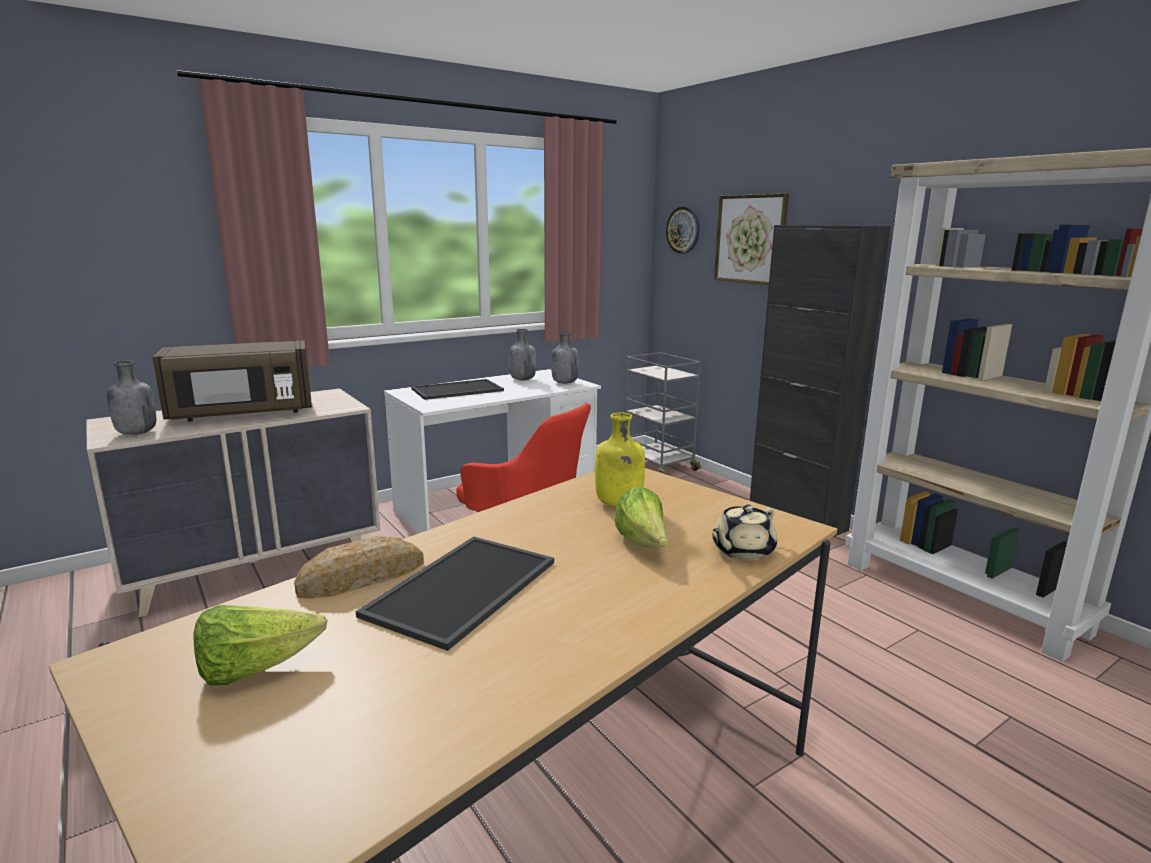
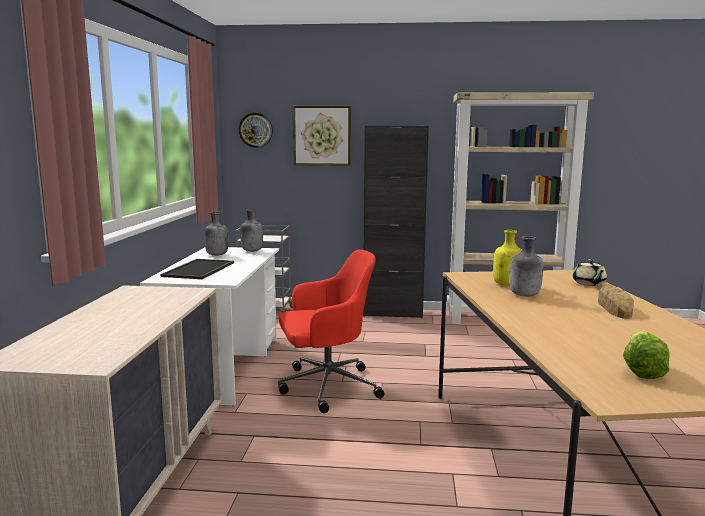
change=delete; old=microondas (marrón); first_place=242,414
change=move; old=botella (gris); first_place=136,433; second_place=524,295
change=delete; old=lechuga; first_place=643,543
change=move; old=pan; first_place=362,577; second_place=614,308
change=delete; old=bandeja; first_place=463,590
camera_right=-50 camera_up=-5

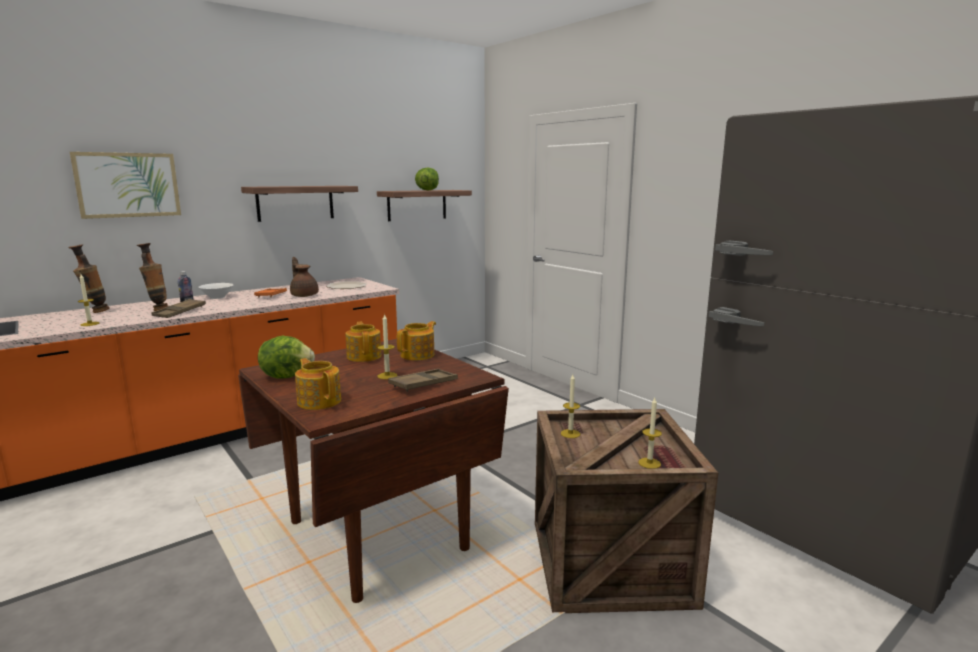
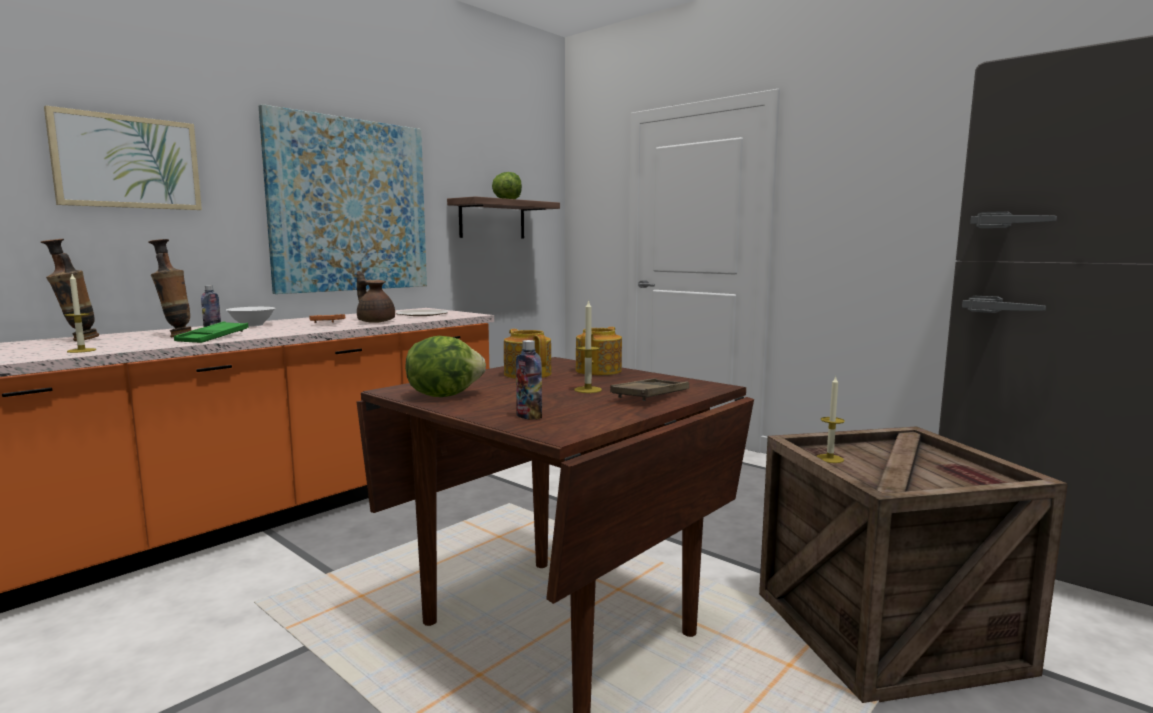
change=replace; old=estante; new=cuadro; first_place=295,203; second_place=350,205
change=recolor; old=bandeja (marrón); new=bandeja (verde); first_place=180,312; second_place=213,338
change=replace; old=tetera; new=botella; first_place=319,401; second_place=529,416
change=delete; old=vela; first_place=649,463
camera_right=-10 camera_up=-5

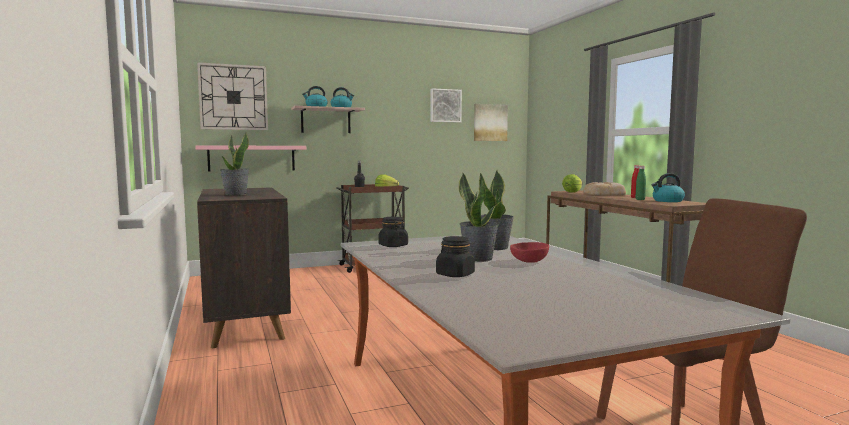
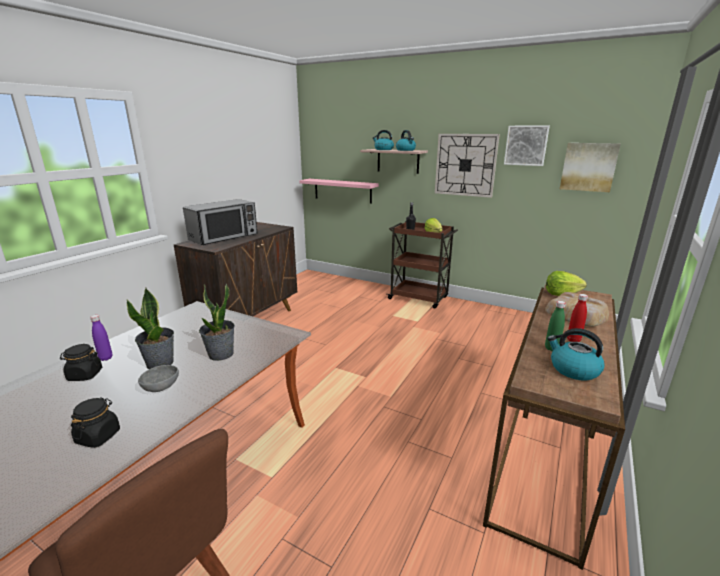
change=move; old=reloj de pared; first_place=233,97; second_place=465,165
change=replace; old=planta en maceta; new=microondas; first_place=235,194; second_place=224,237
change=move; old=tarro (negro); first_place=393,245; second_place=98,436
change=recolor; old=cuenco (rojo); new=cuenco (gris); first_place=528,261; second_place=160,387
change=insert; new=botella (morado); second_place=106,358
camera_right=50 camera_up=15

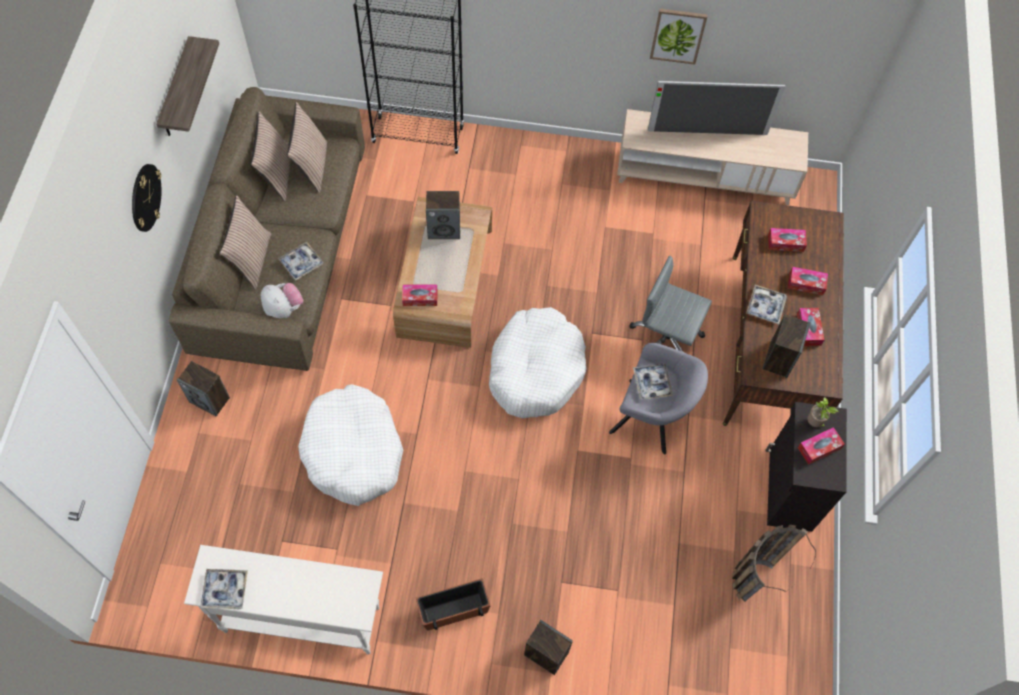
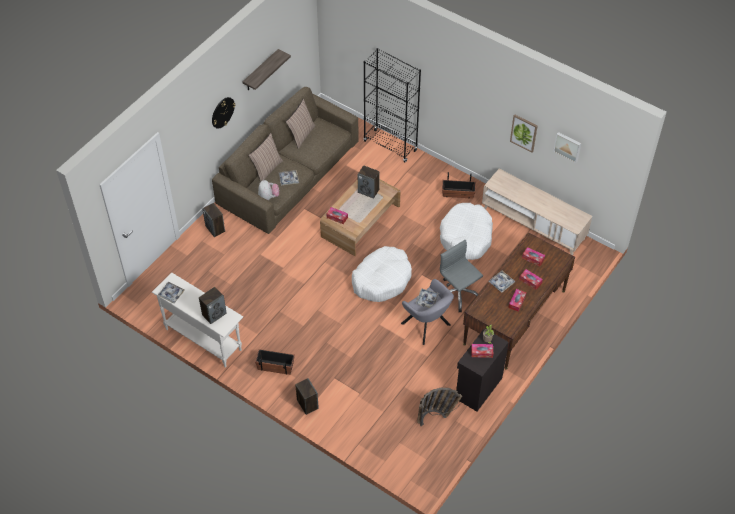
change=delete; old=televisor; first_place=707,132
change=delete; old=cojín; first_place=312,166
change=move; old=altavoz; first_place=778,358; second_place=214,314
change=move; old=cama para perro (blanco); first_place=353,451; second_place=466,237
change=insert; new=cuadro; second_place=567,146
change=insert; new=maceta; second_place=458,193
camera_right=30 camera_up=-10

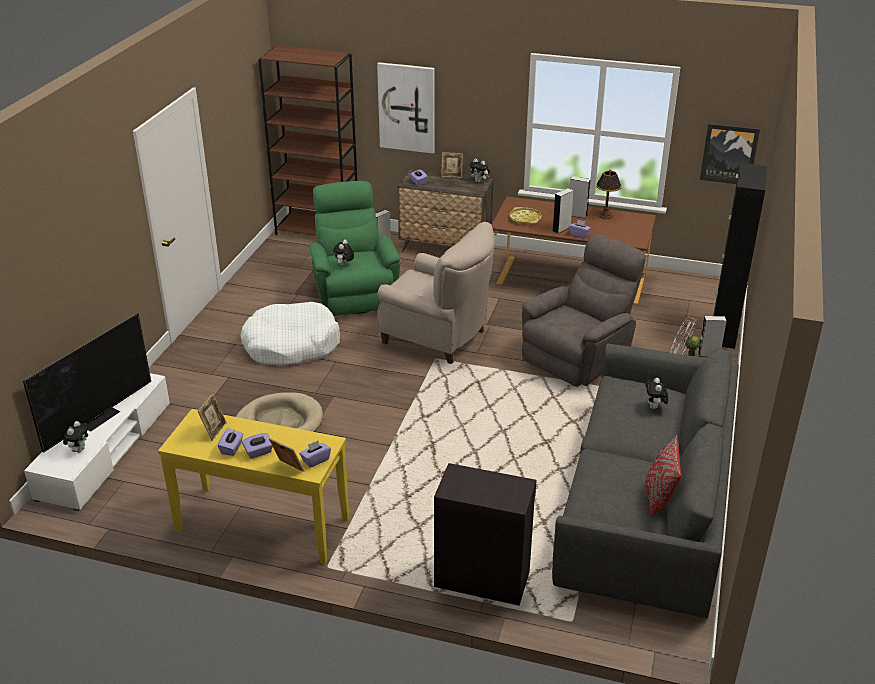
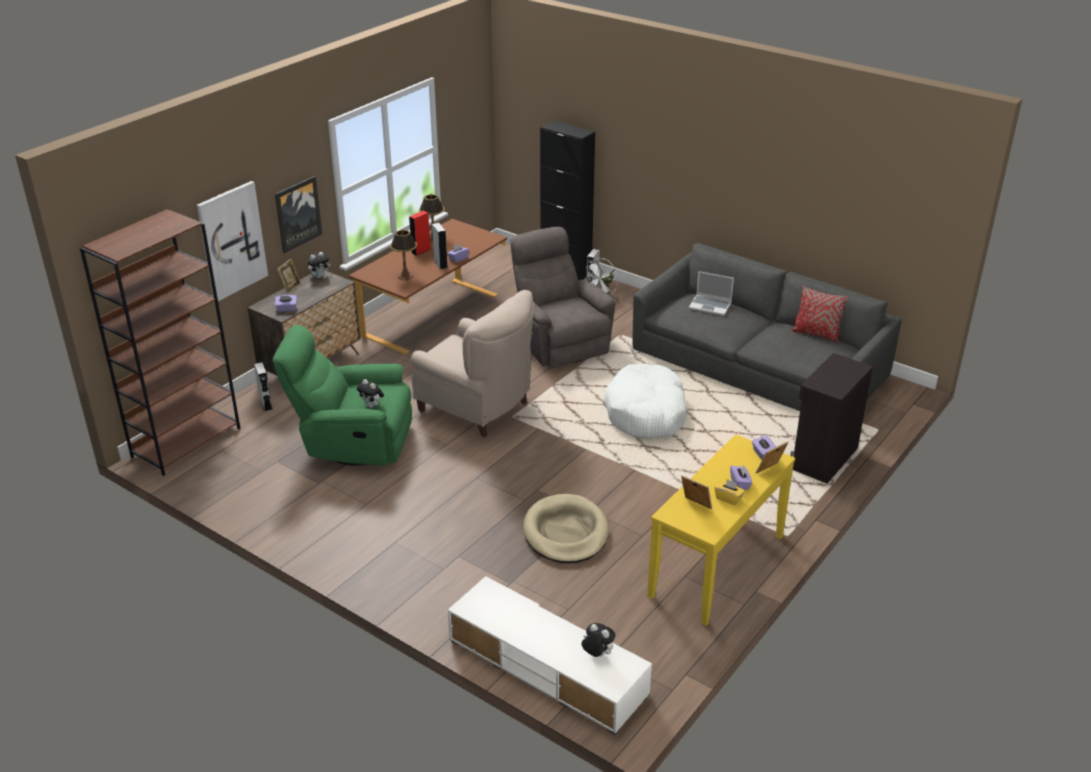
change=move; old=cuadro; first_place=729,154; second_place=297,214
change=recolor; old=altavoz (gris); new=altavoz (rojo); first_place=577,215; second_place=421,251
change=replace; old=bandeja (amarillo); new=lámpara de mesa; first_place=525,219; second_place=405,276
change=rotate; old=sillón (beis); first_place=438,338; second_place=477,408; degrees=75
change=move; old=cama para perro (blanco); first_place=291,345; second_place=646,413
change=delete; old=televisor; first_place=99,417
change=replace; old=peluche; new=portátil; first_place=654,407; second_place=710,306
change=recolor; old=caja de pañuelos (morado); new=caja de pañuelos (amarillo); first_place=232,448; second_place=728,498
camera_right=-70 camera_up=0

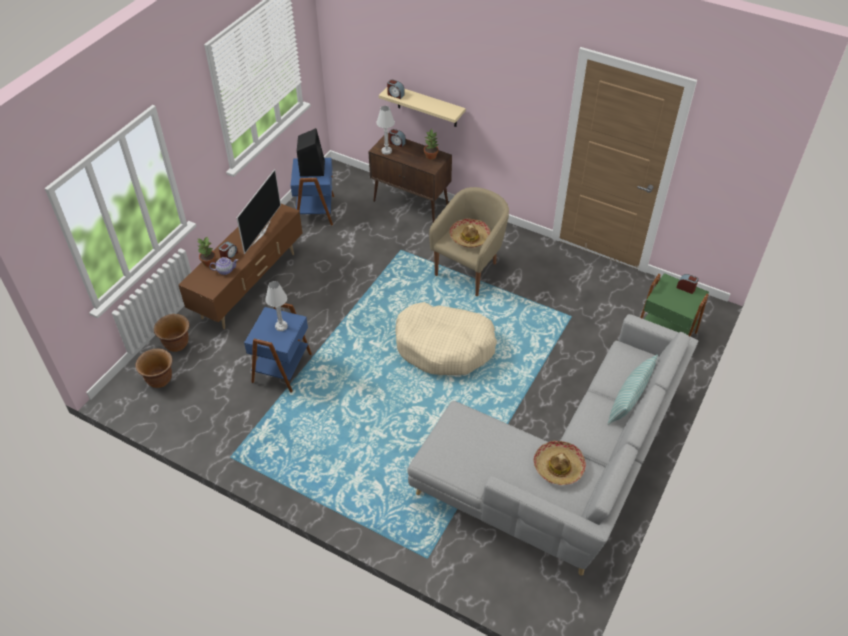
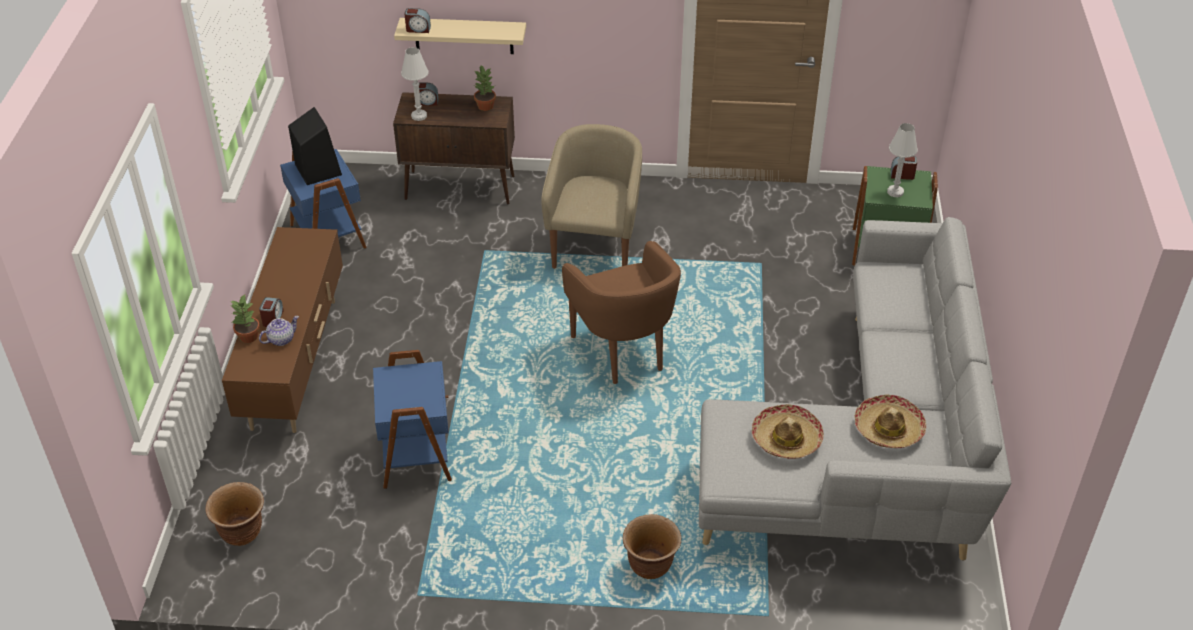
change=delete; old=televisor; first_place=260,233
change=move; old=sombrero; first_place=469,237; second_place=786,439
change=move; old=lámpara de mesa (blanco); first_place=281,326; second_place=895,192
change=replace; old=cama para perro (beis); new=sillón (marrón); first_place=444,346; second_place=623,352
change=move; old=maceta (marrón); first_place=177,344; second_place=650,566
change=delete; old=cojín; first_place=629,400
camera_right=-25 camera_up=-5

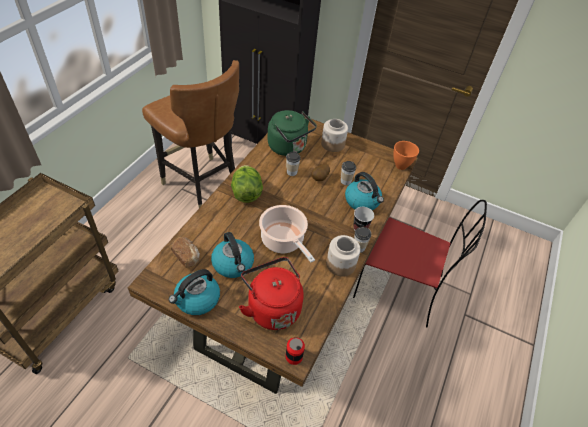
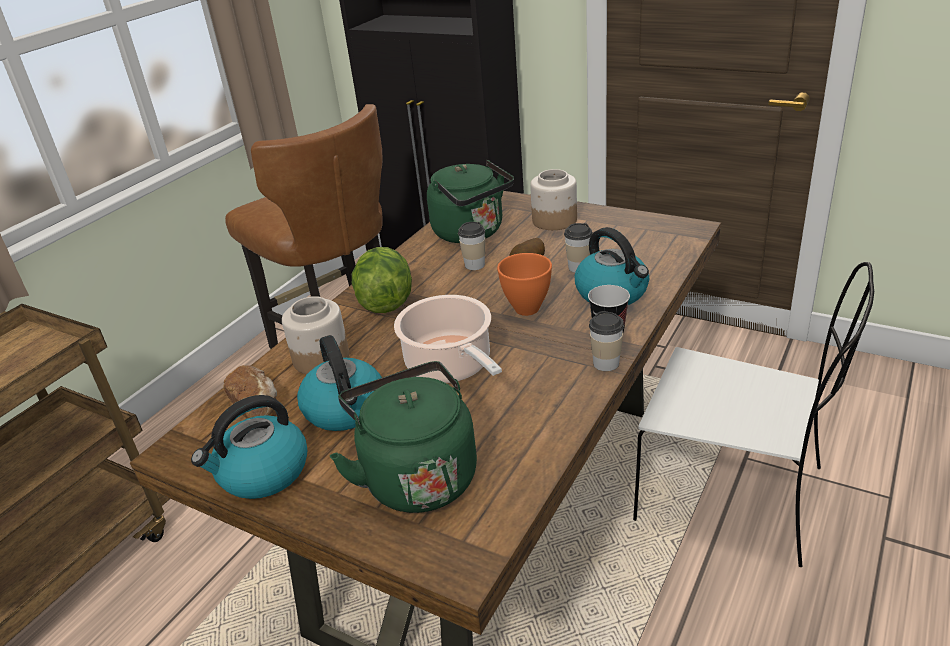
change=move; old=cuenco (naranja); first_place=401,165; second_place=527,308
change=recolor; old=silla (rojo); new=silla (blanco); first_place=401,287; second_place=734,495
change=move; old=tarro; first_place=340,264; second_place=320,358
change=recolor; old=hervidor (rojo); new=hervidor (verde); first_place=272,307; second_place=417,475
change=delete; old=lata; first_place=294,356
camera_right=10 camera_up=-15

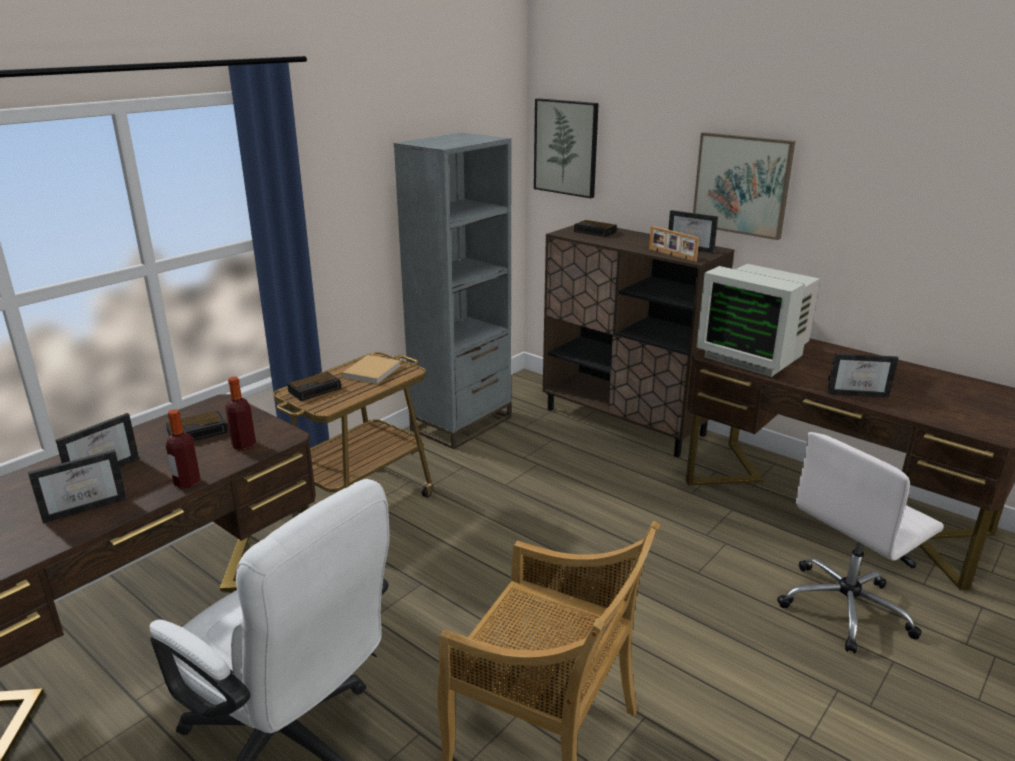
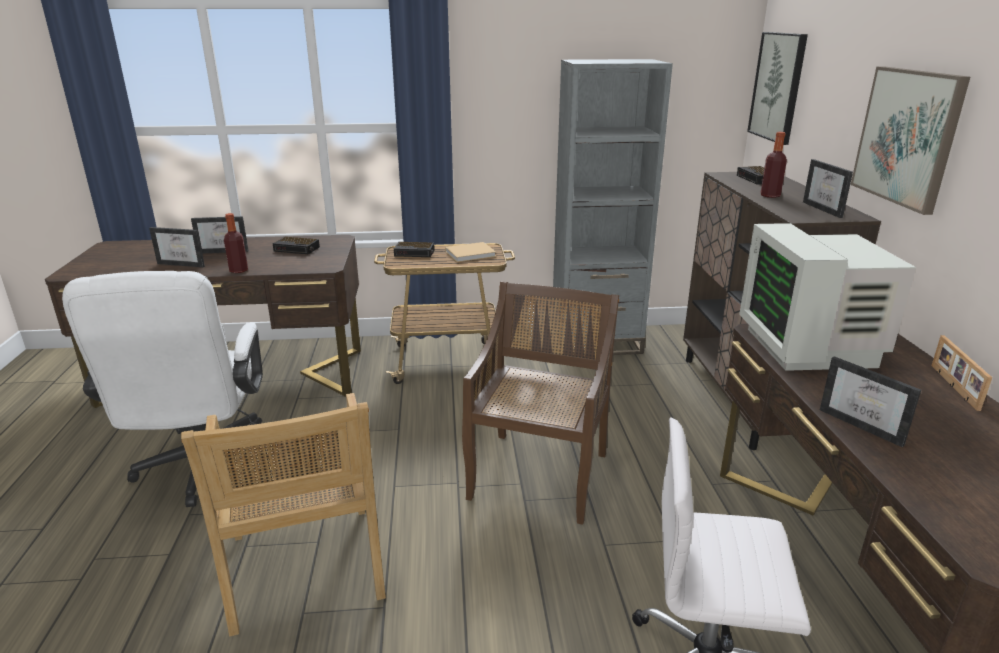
change=move; old=portarretratos; first_place=671,255; second_place=953,387
change=move; old=botella; first_place=244,445; second_place=770,195
change=insert; new=silla (marrón); second_place=539,474
camera_right=45 camera_up=0

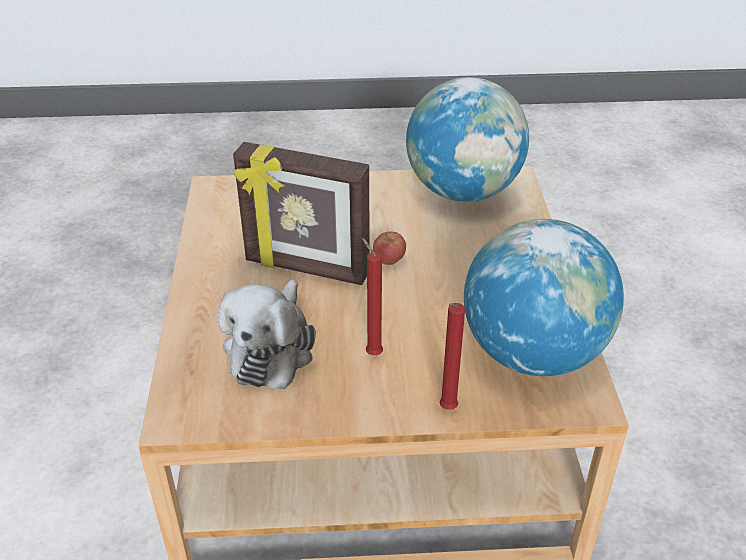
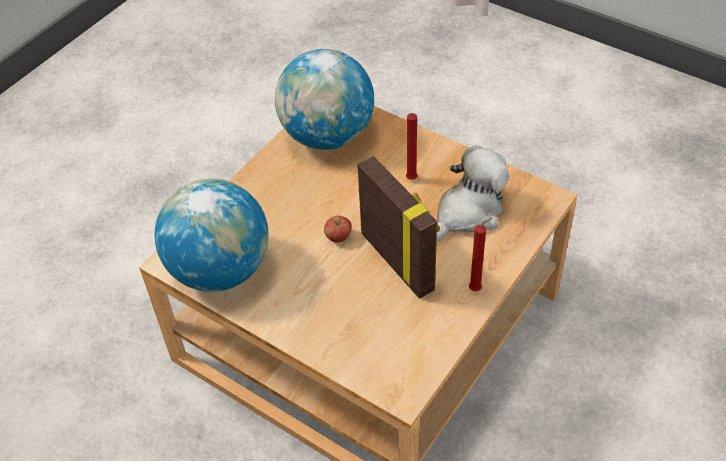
change=move; old=vela (rojo); first_place=446,410; second_place=477,289
camera_right=-140 camera_up=10

